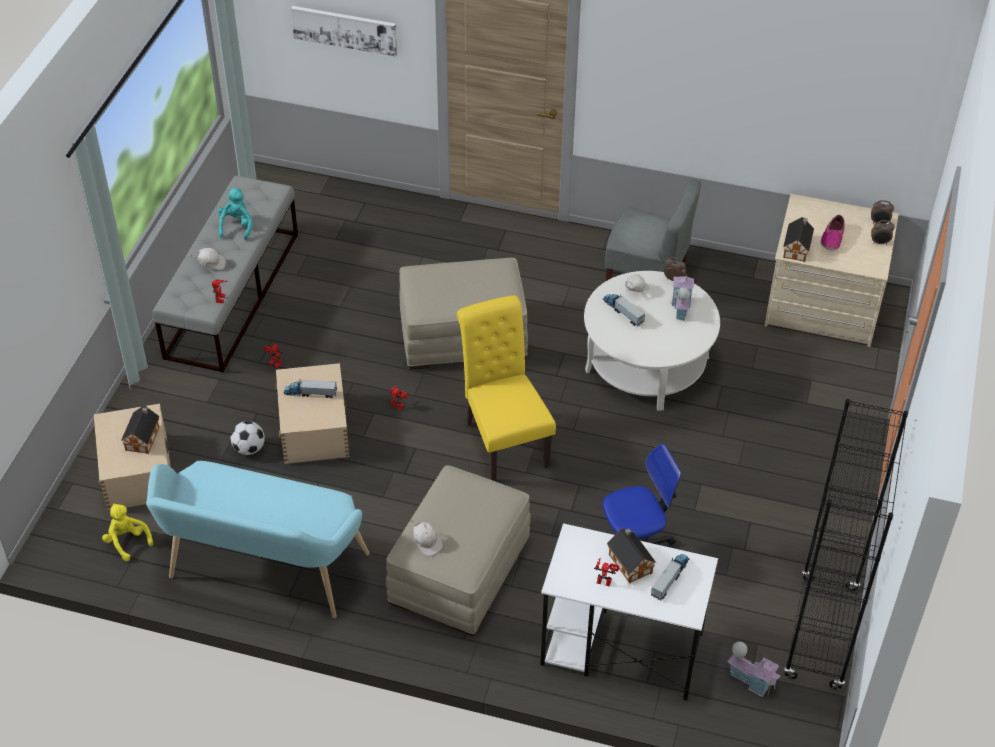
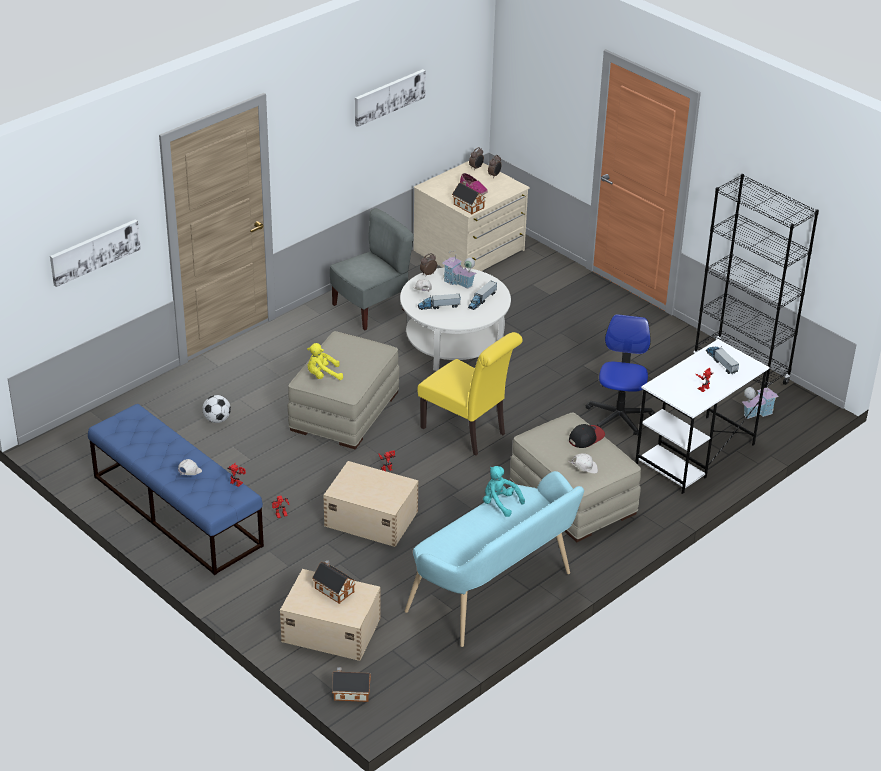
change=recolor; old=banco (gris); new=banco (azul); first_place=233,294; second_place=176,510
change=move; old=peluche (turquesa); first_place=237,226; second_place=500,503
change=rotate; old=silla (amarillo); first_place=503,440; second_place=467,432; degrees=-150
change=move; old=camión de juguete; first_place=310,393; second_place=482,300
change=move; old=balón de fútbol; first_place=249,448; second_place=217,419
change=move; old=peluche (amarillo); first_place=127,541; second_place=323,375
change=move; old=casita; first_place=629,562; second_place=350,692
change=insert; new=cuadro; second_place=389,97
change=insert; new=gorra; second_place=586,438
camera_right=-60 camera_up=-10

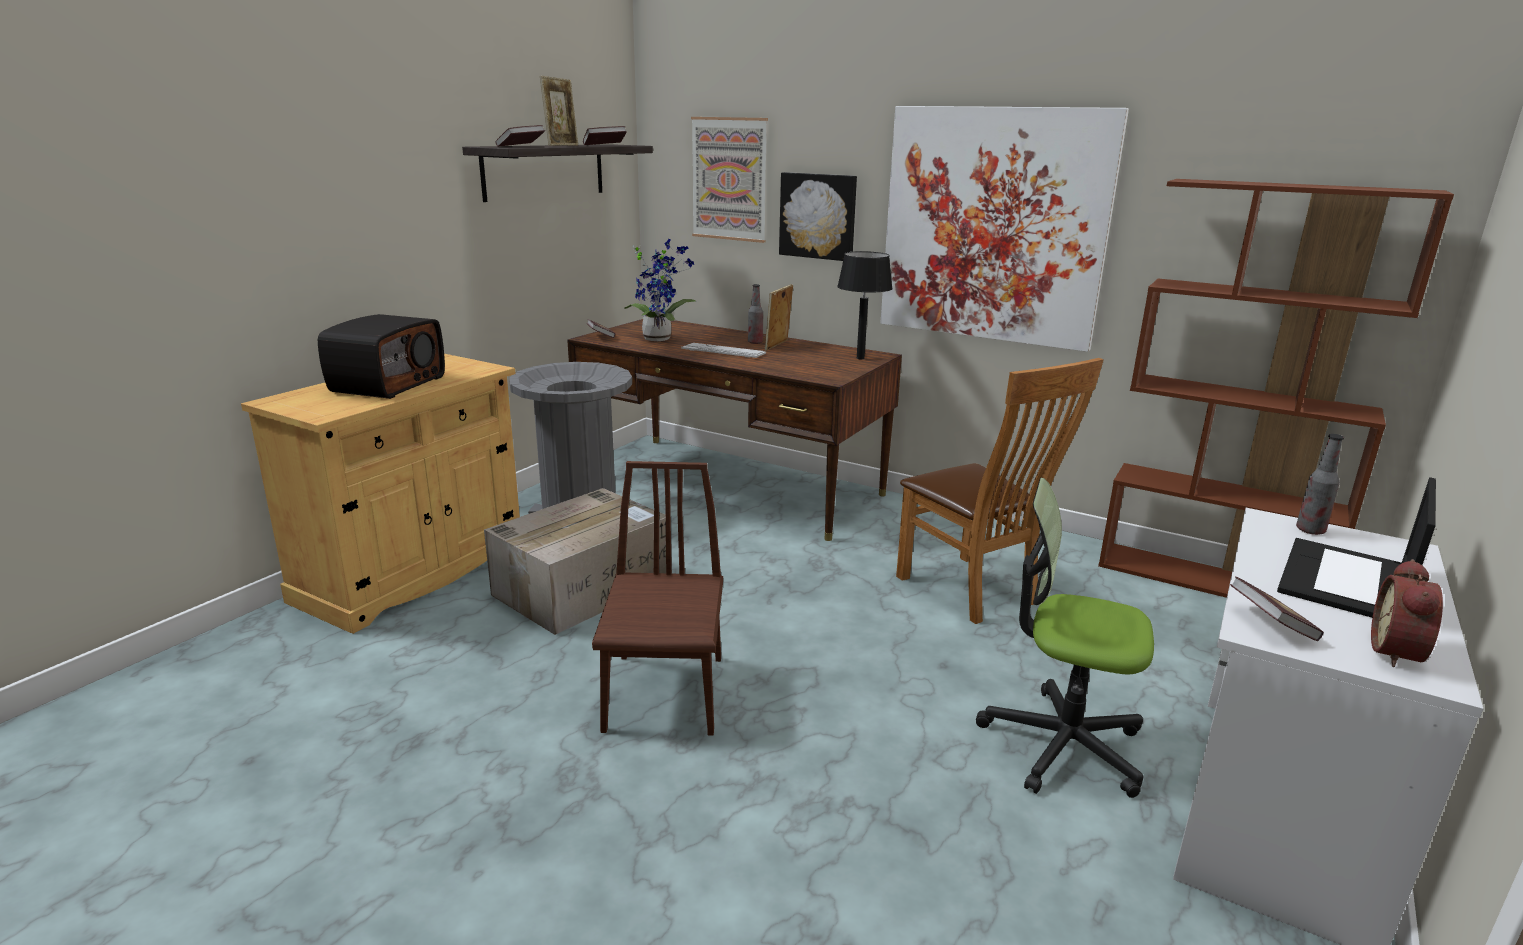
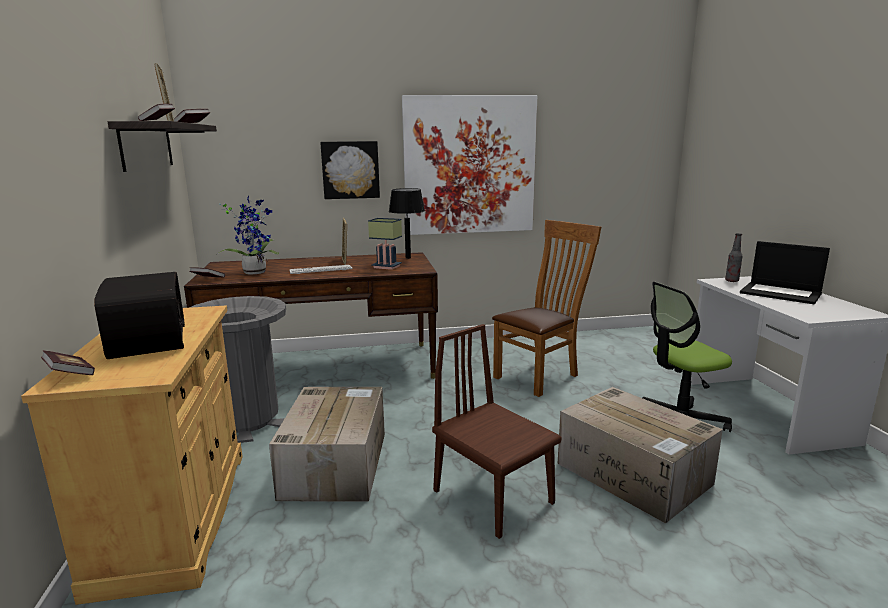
change=delete; old=cuadro; first_place=729,179
change=delete; old=estantería (marrón); first_place=1210,580
change=delete; old=botella; first_place=755,342
change=rotate; old=silla (marrón); first_place=973,592; second_place=540,376; degrees=-60
change=rotate; old=portátil; first_place=1345,581; second_place=781,293; degrees=-45
change=delete; old=despertador; first_place=1400,653
change=move; old=libro; first_place=1270,624; second_place=70,374
change=insert; new=lámpara de mesa; second_place=385,267
change=insert; new=caja de cartón; second_place=635,474
camera_right=-40 camera_up=-5

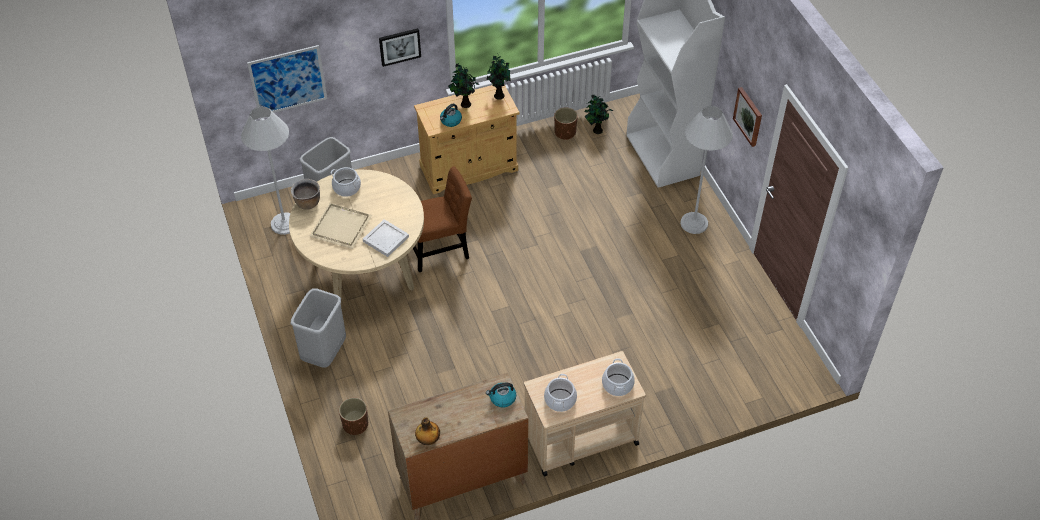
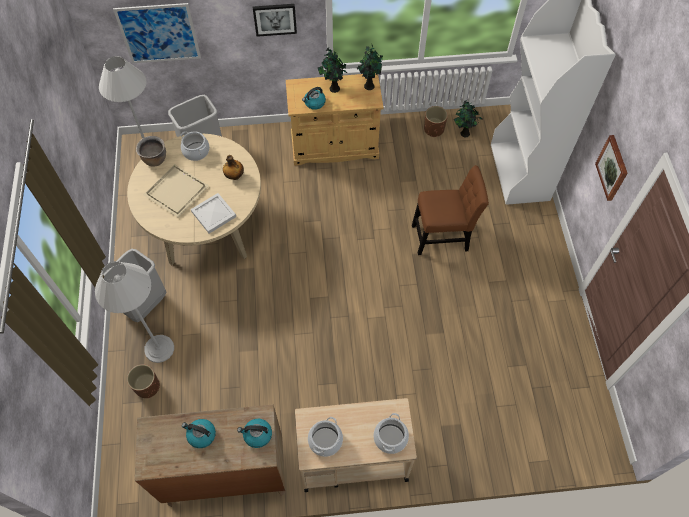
change=move; old=lámpara de pie (blanco); first_place=694,223; second_place=159,348
change=move; old=silla (marrón); first_place=441,250; second_place=443,237
change=move; old=botella; first_place=428,440; second_place=234,176
change=insert; new=hervidor; second_place=201,435
camera_right=15 camera_up=10

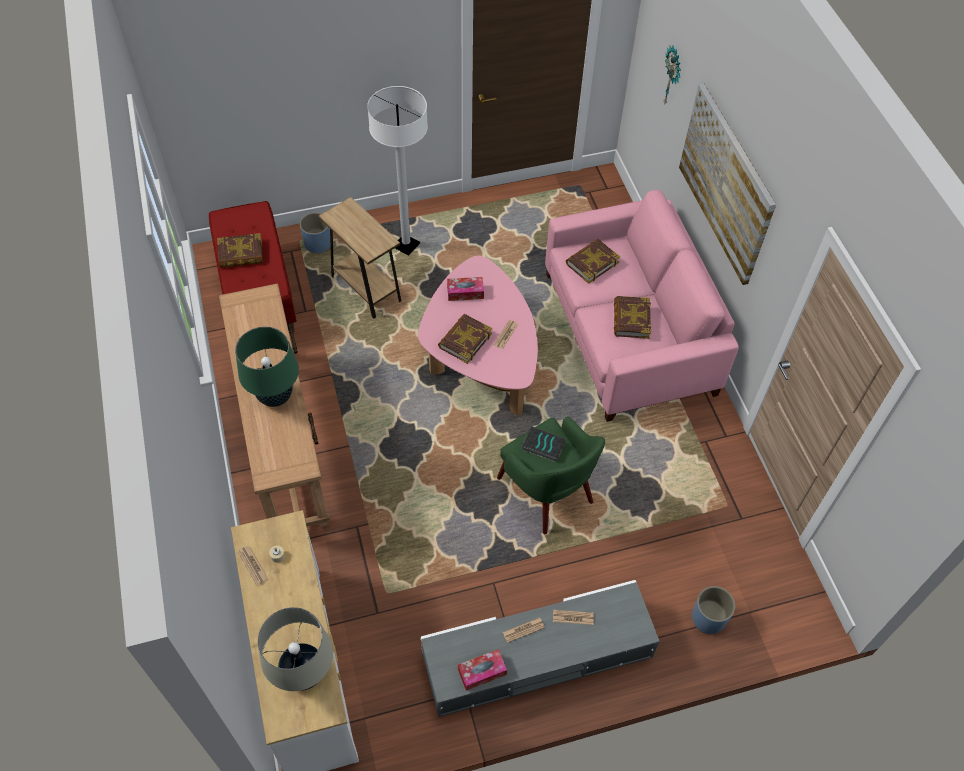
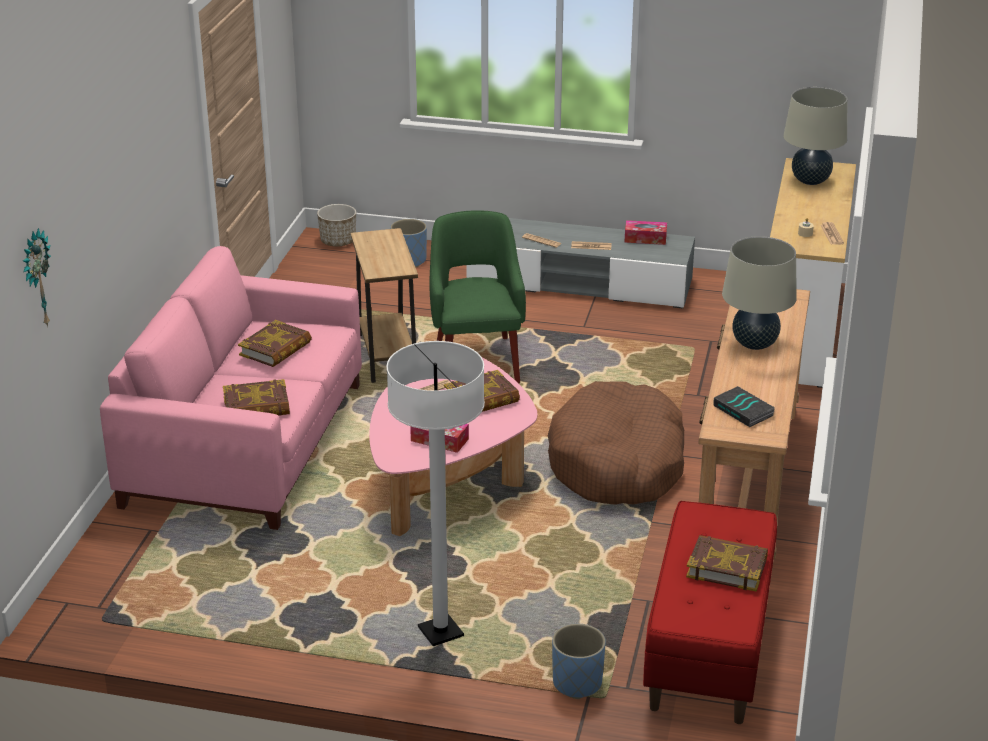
change=delete; old=cuadro; first_place=726,183
change=move; old=mesa auxiliar (marrón); first_place=366,289; second_place=387,357
change=recolor; old=lámpara de mesa (verde); new=lámpara de mesa (beis); first_place=275,396; second_place=754,344
change=move; old=libro; first_place=542,446; second_place=744,410
change=insert; new=maceta; second_place=338,241
change=insert; new=cama para perro (marrón); second_place=617,463
camera_right=-150 camera_up=-25

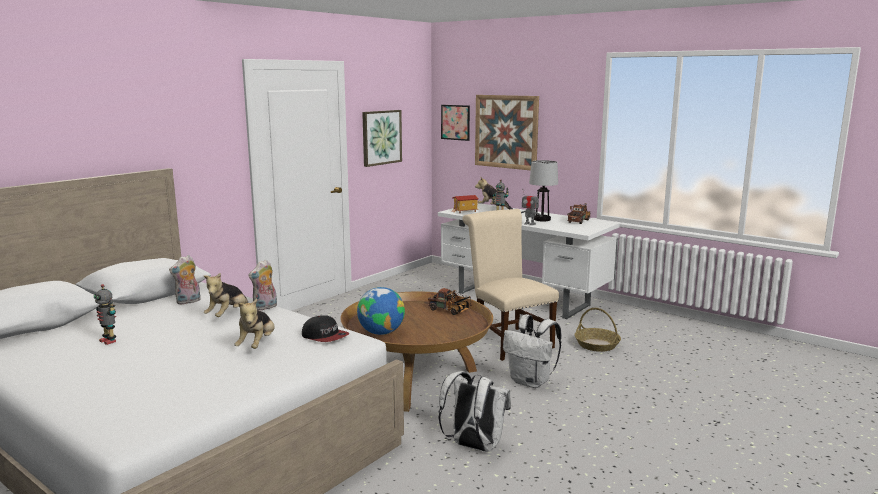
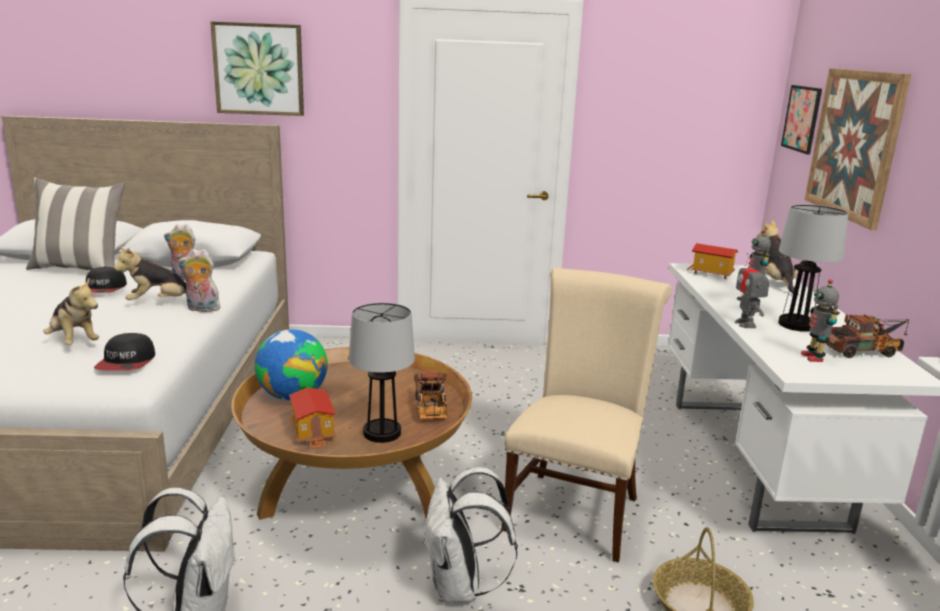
change=move; old=cuadro; first_place=381,137; second_place=259,69
change=move; old=robot de juguete; first_place=109,341; second_place=813,357
change=rotate; old=peluche; first_place=257,345; second_place=73,342; degrees=-105
change=insert; new=cojín; second_place=81,270
change=insert; new=gorra; second_place=103,289
change=insert; new=lámpara de mesa; second_place=381,433
change=insert; new=casita; second_place=313,432
camera_right=50 camera_up=5

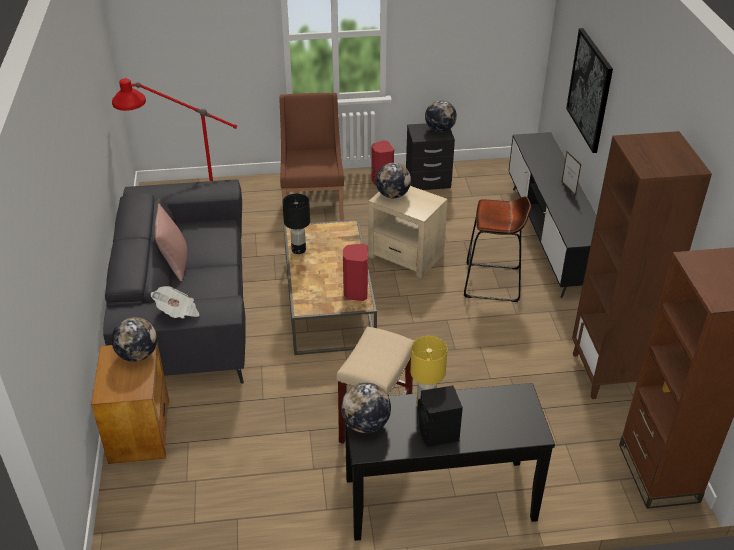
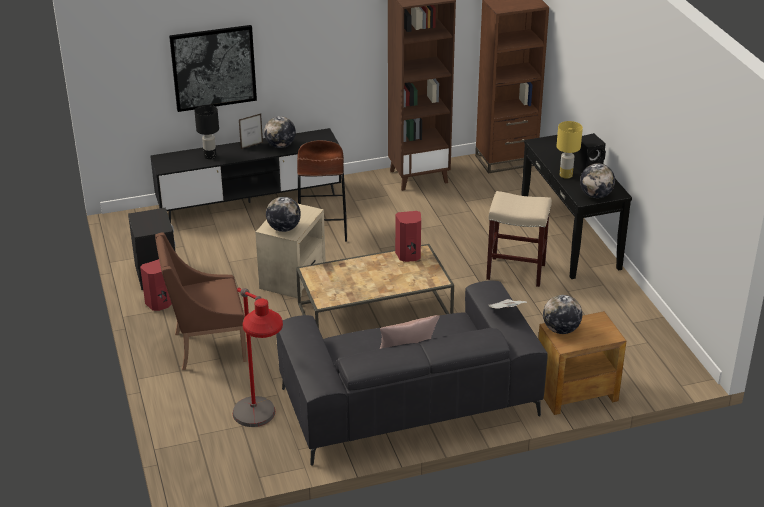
change=move; old=globo terráqueo; first_place=439,130; second_place=280,146
change=move; old=lámpara de mesa (negro); first_place=299,250; second_place=210,156
camera_right=-100 camera_up=-5

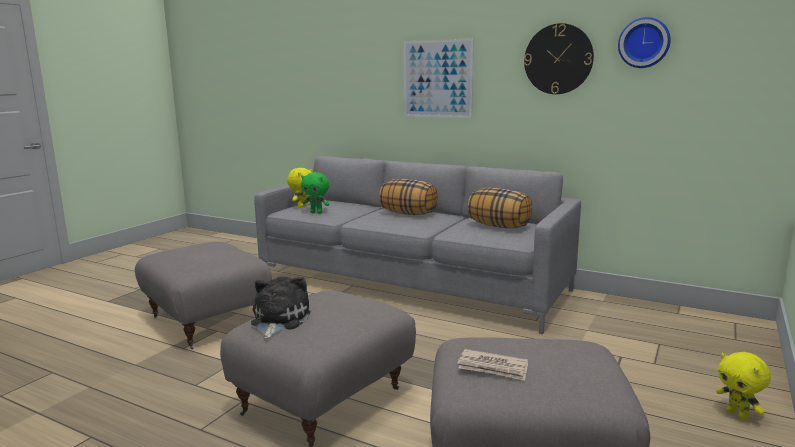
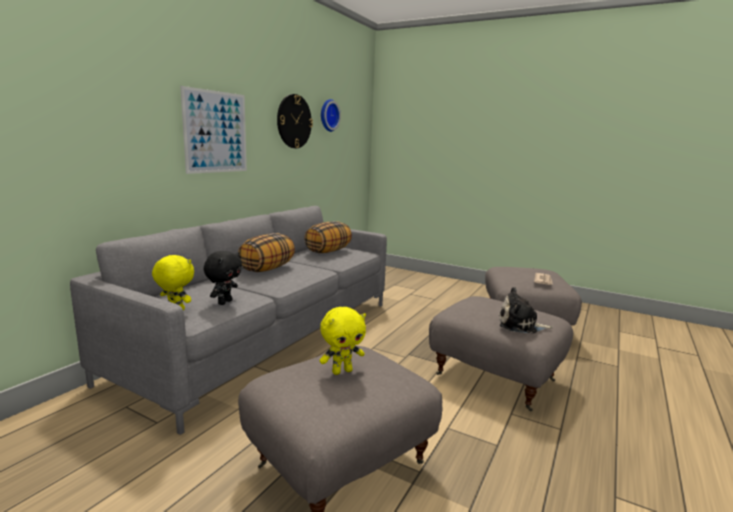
change=recolor; old=peluche (verde); new=peluche (negro); first_place=316,213; second_place=224,302
change=move; old=peluche (amarillo); first_place=738,415; second_place=342,371
camera_right=-90 camera_up=0

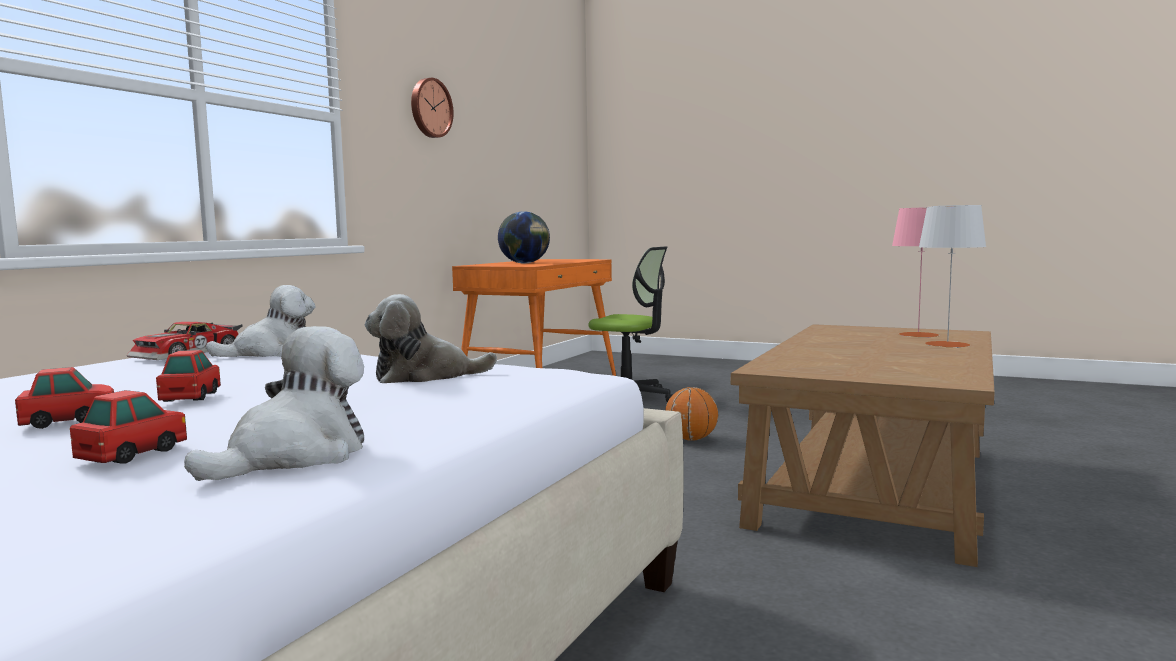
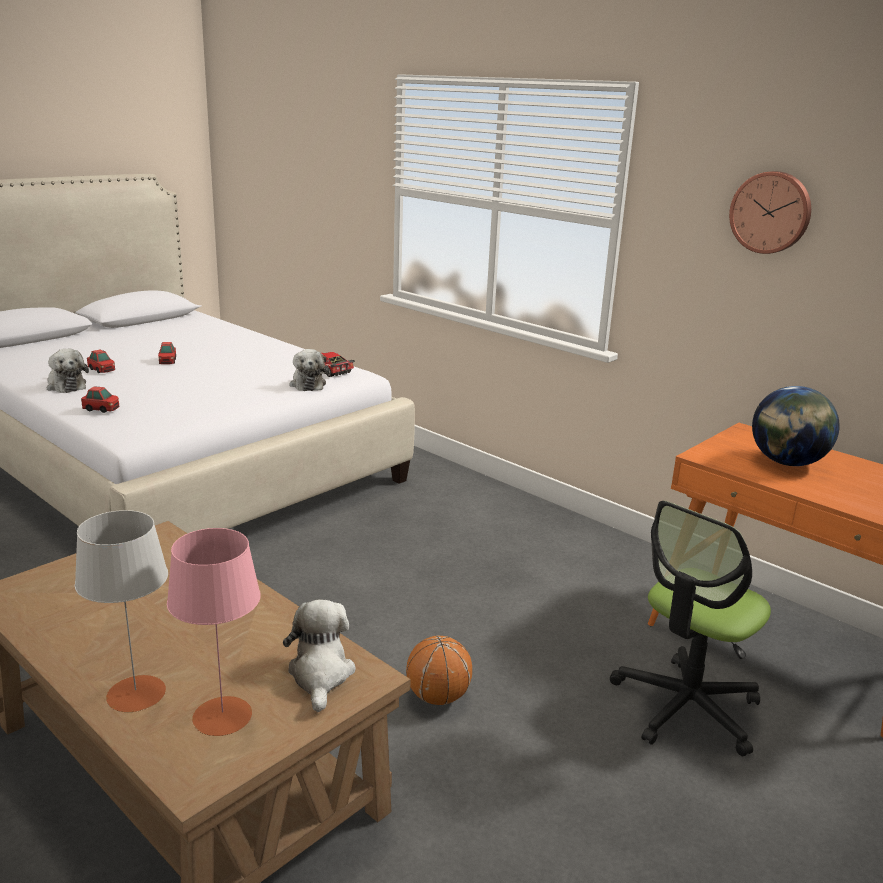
change=move; old=peluche; first_place=425,377; second_place=320,675
change=move; old=coche de juguete; first_place=191,397; second_place=101,409
camera_right=105 camera_up=15

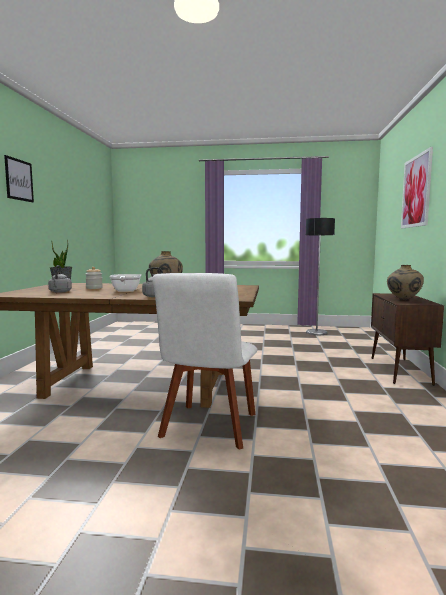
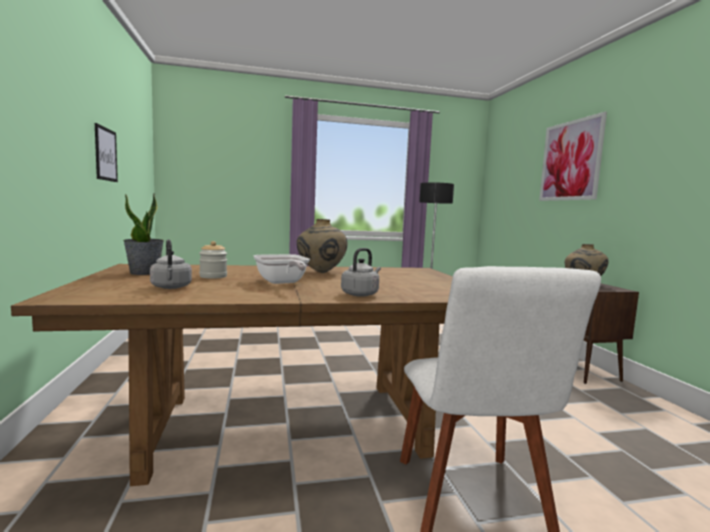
change=move; old=cuadro; first_place=19,180; second_place=105,154
camera_right=-20 camera_up=0

